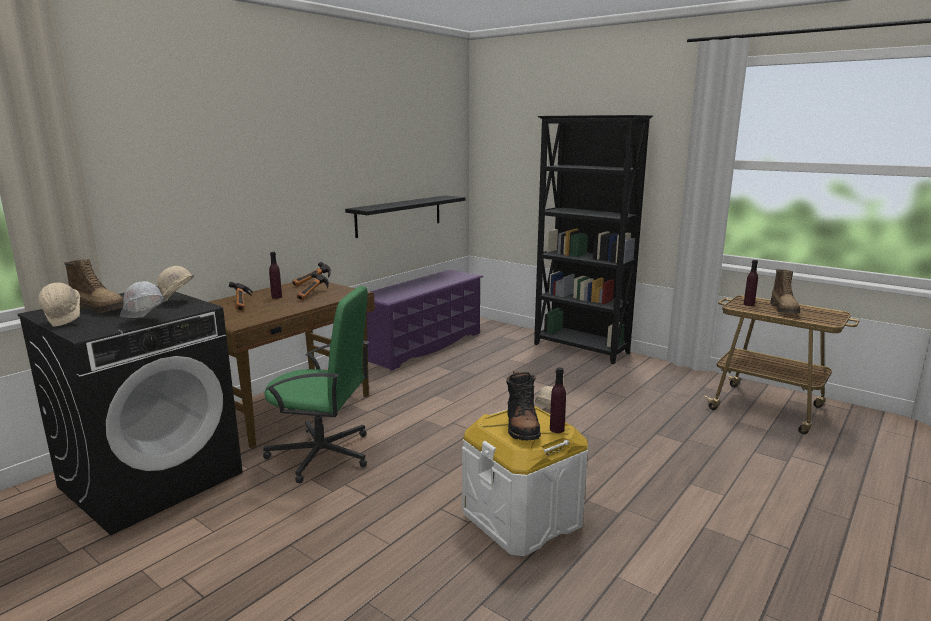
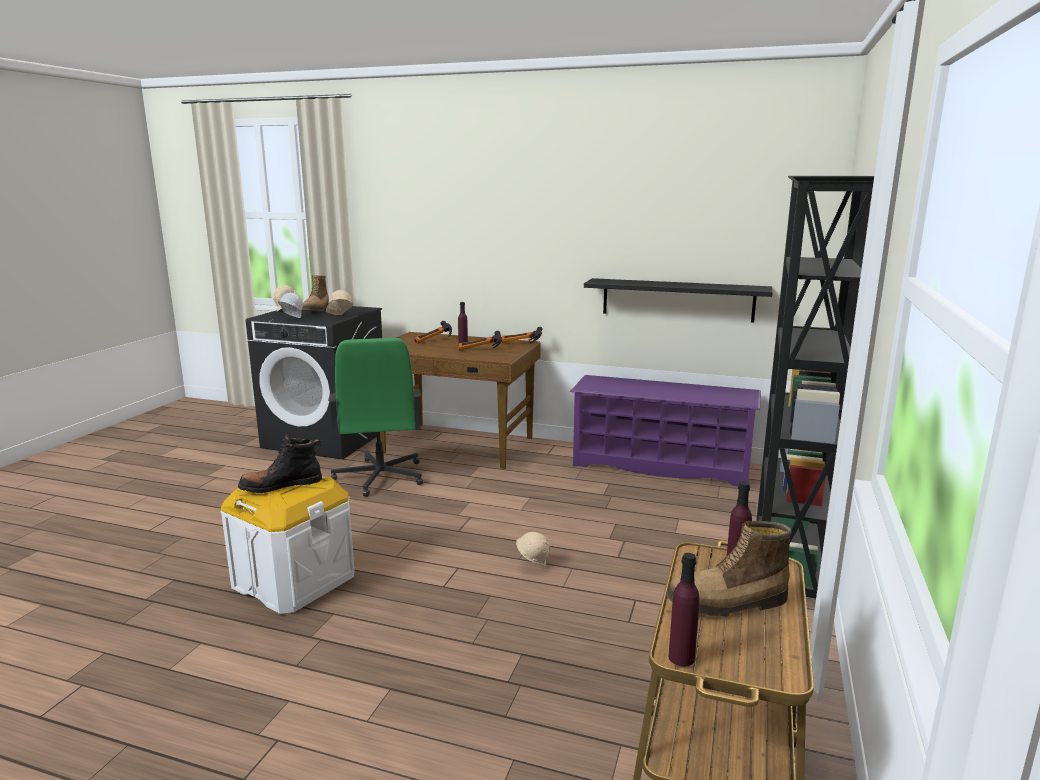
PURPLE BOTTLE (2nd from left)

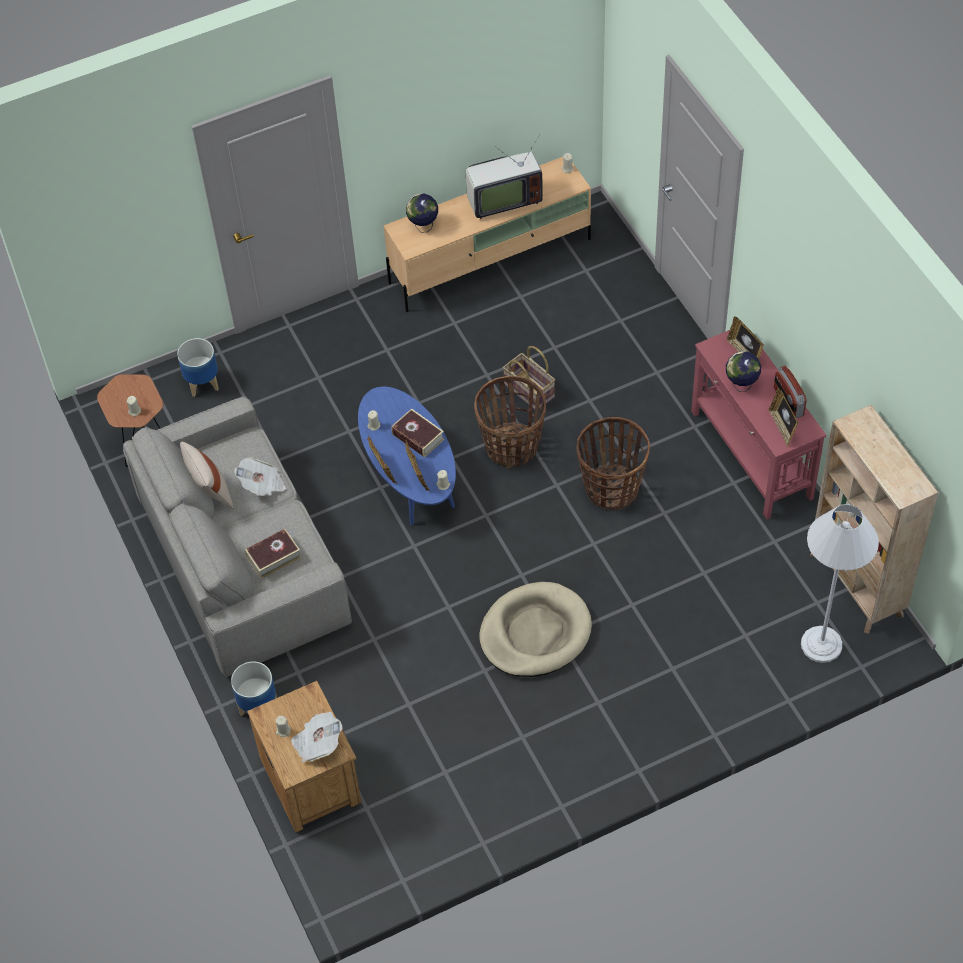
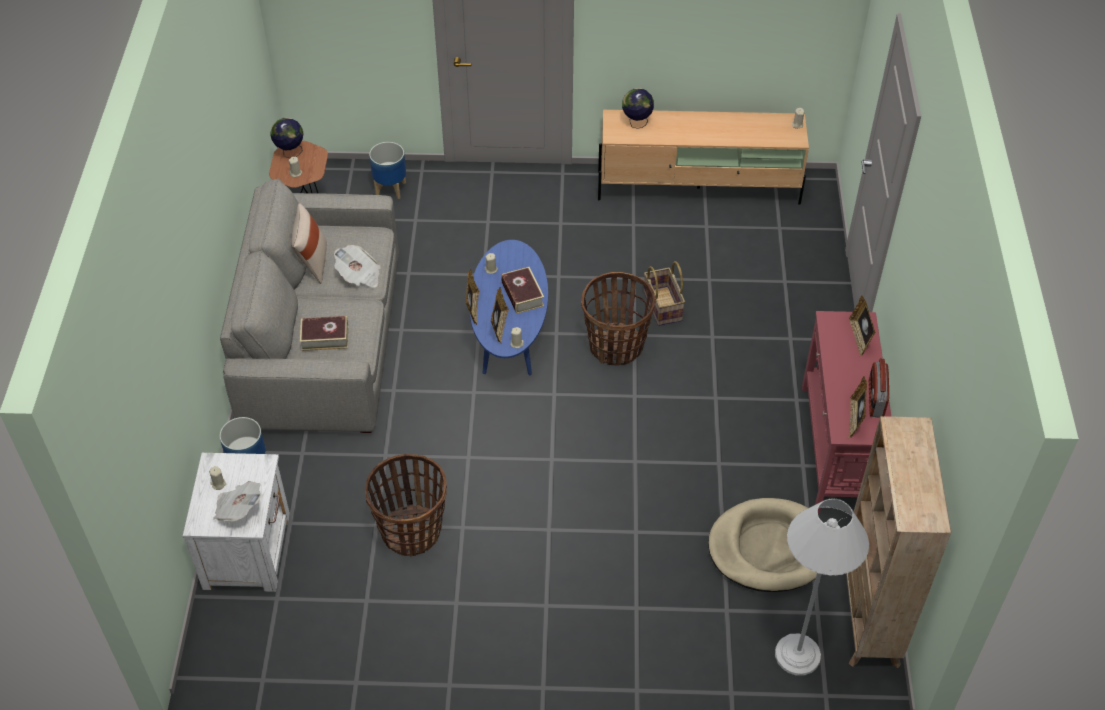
TELEVISION
GLOBE (1st from left)
BASKET (1st from left)
BEIGE DOG BED
WHITE NIGHTSTAND

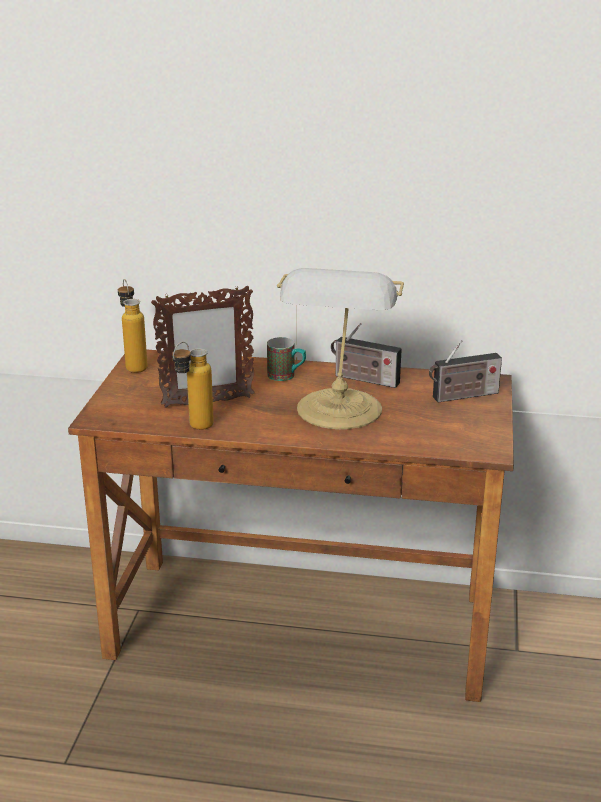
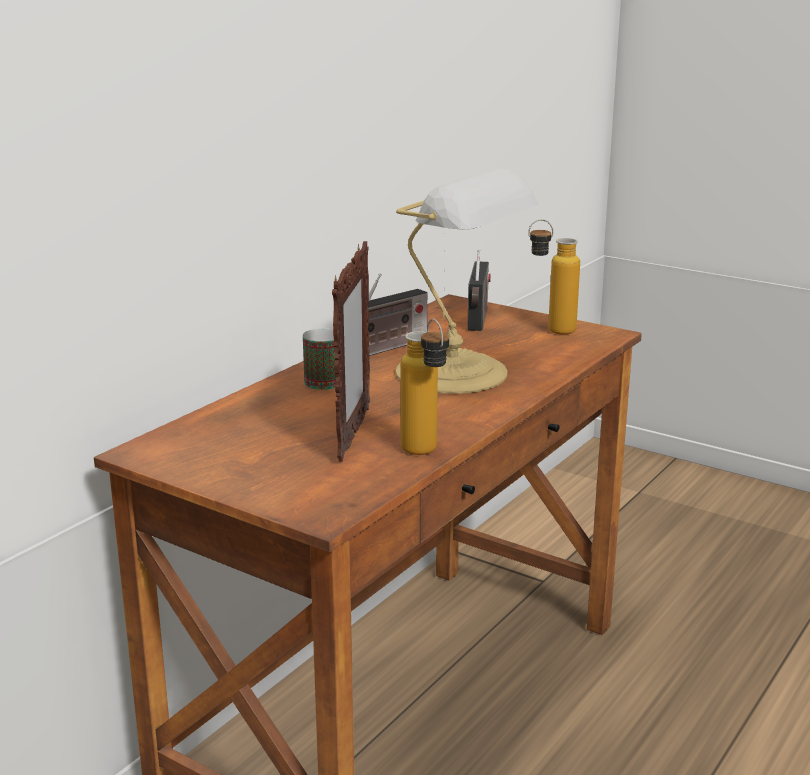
BOTTLE (2nd from left)

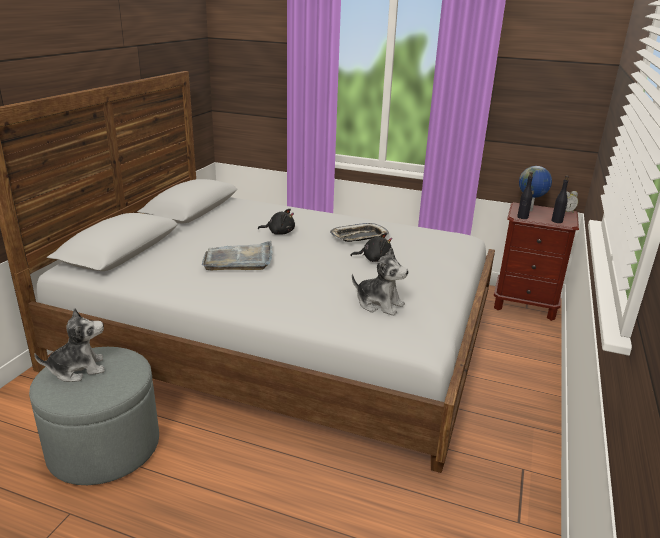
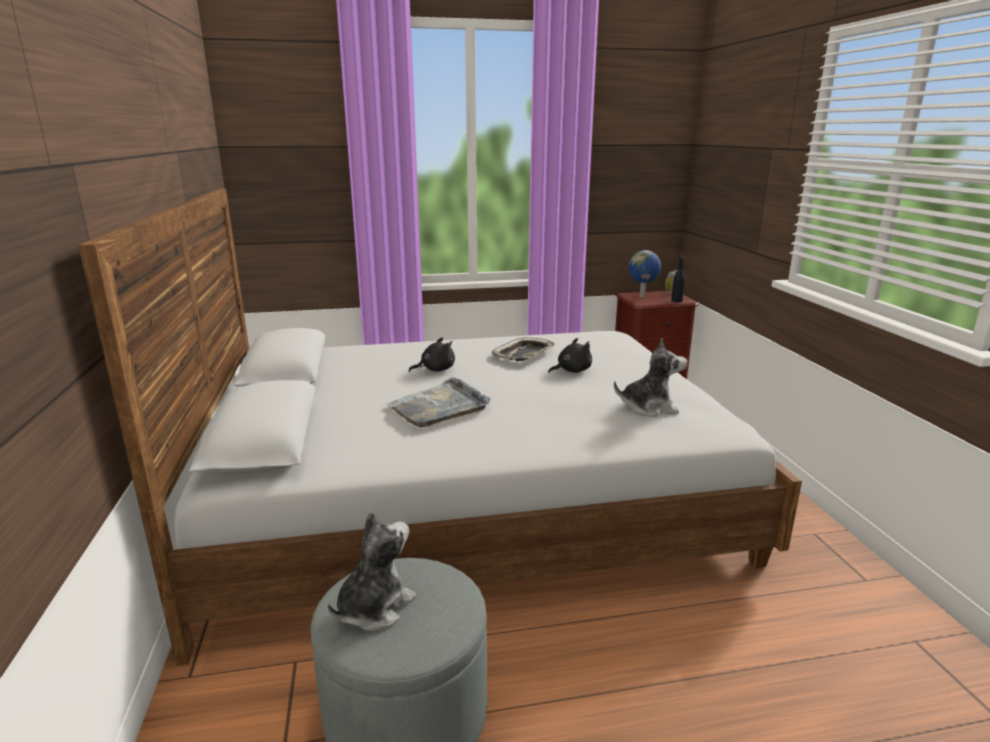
BLACK BOTTLE (1st from left in the first image)

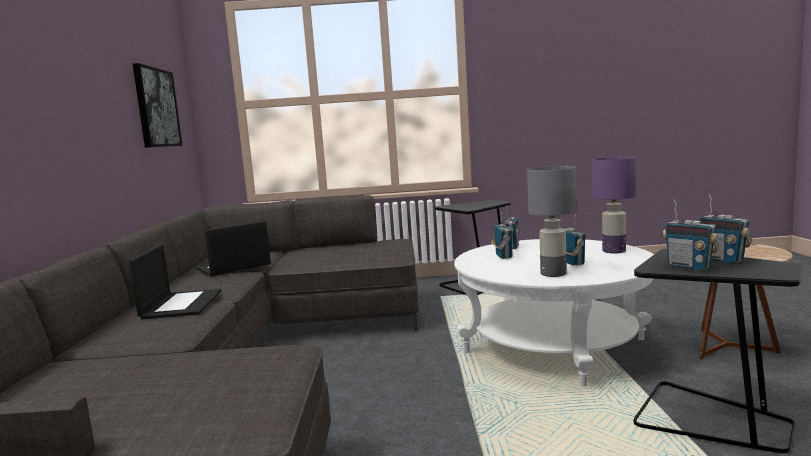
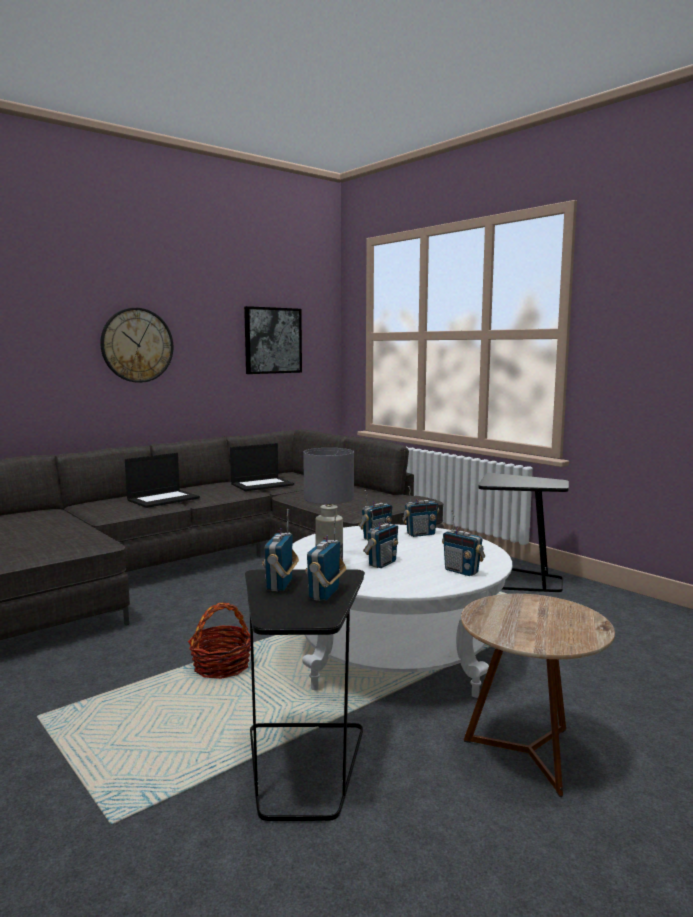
RADIO (6th from left)
LAPTOP (2nd from left)
WALL CLOCK
BASKET

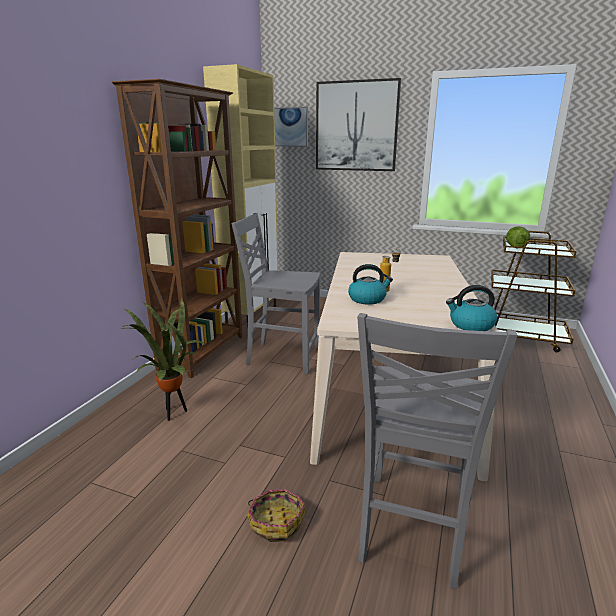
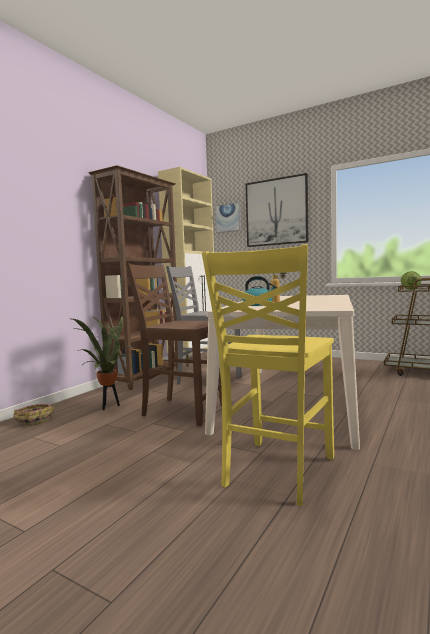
KETTLE (2nd from left in the first image)
YELLOW CHAIR
BASKET
BROWN CHAIR

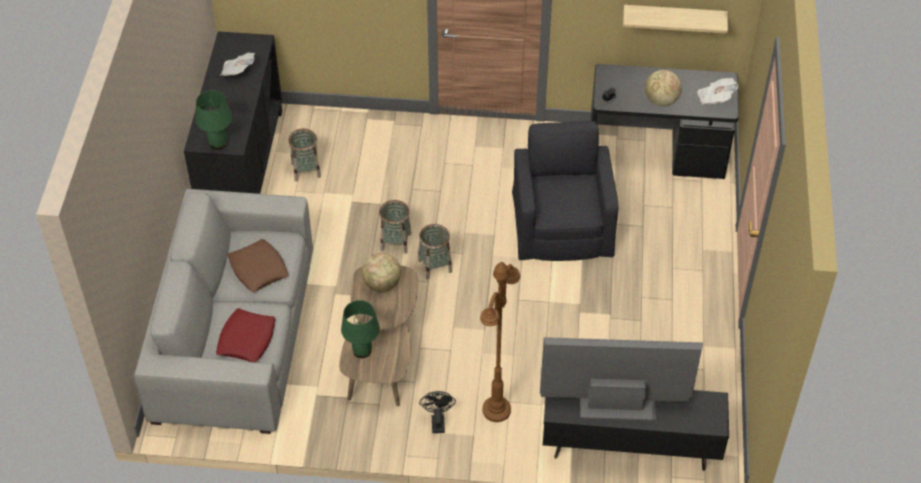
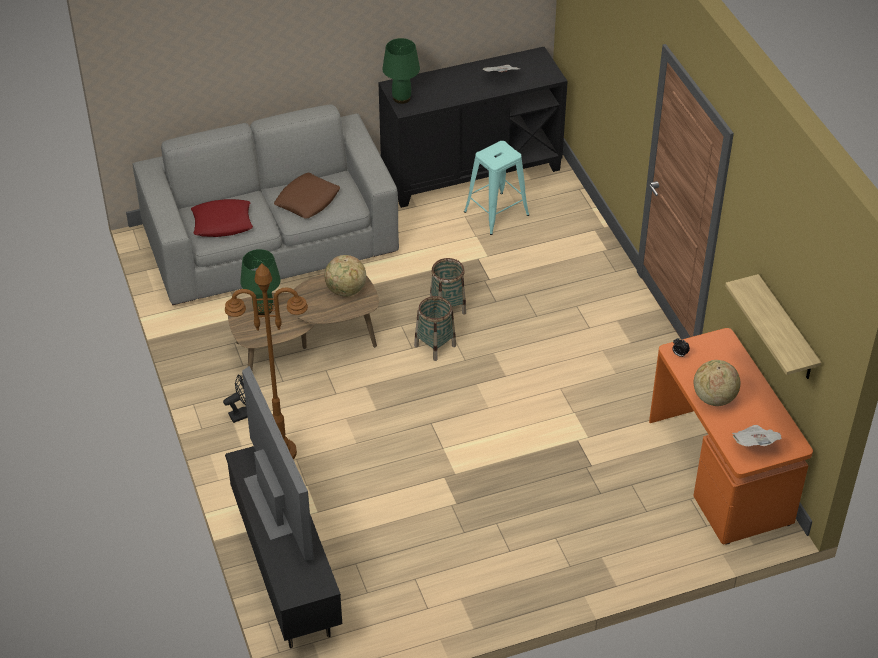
ORANGE DESK
BLACK ARMCHAIR
TURQUOISE STOOL

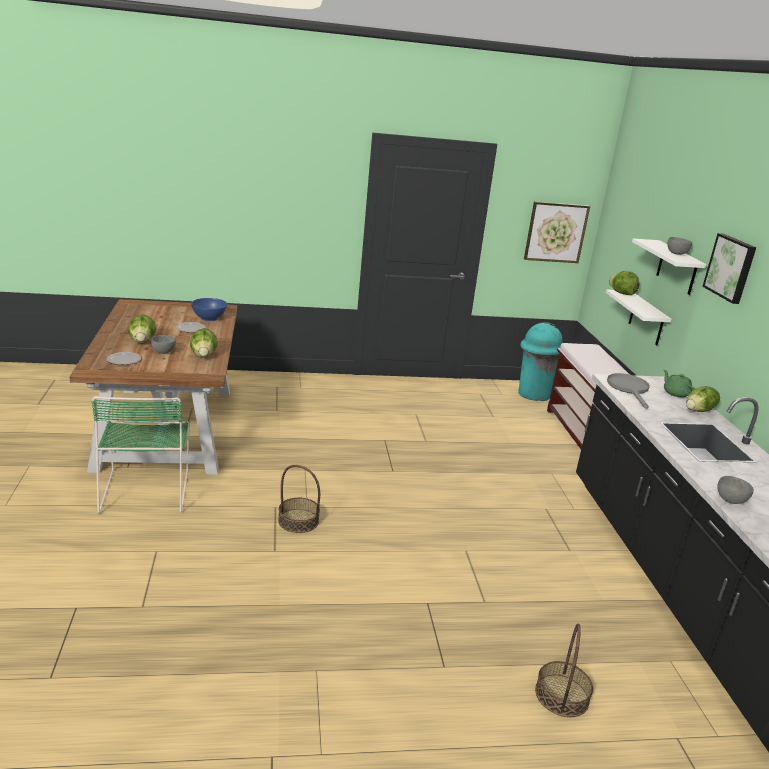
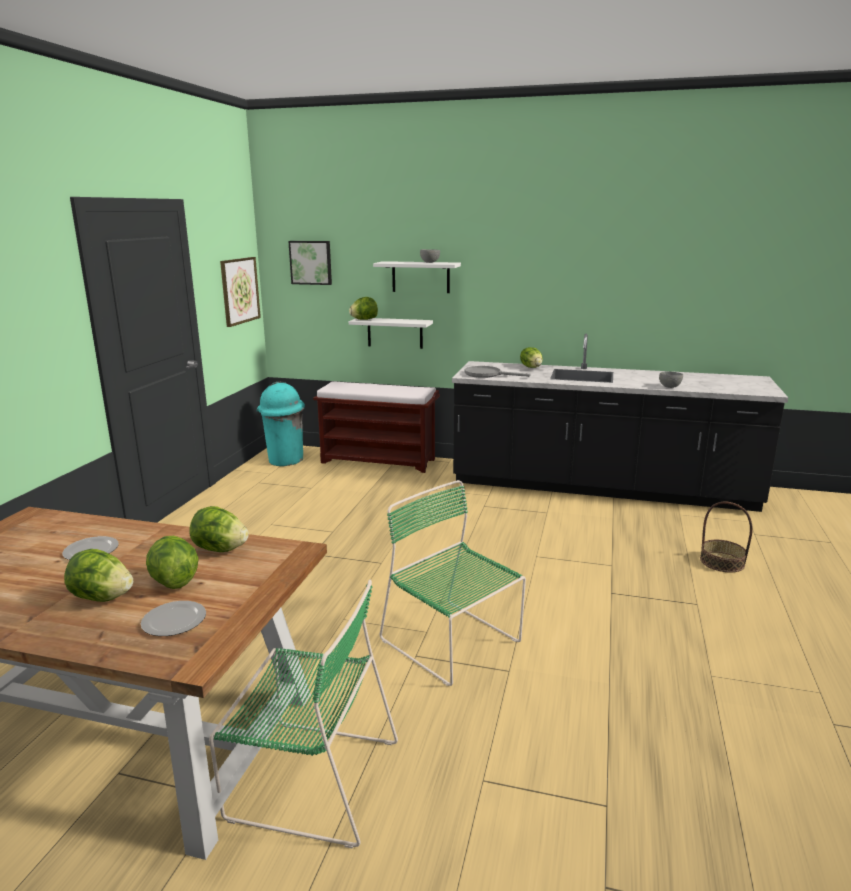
PICTURE (2nd from left)
BLUE BOWL
LETTUCE (2nd from left)
GREEN TEAPOT
GREEN CHAIR (2nd from left)

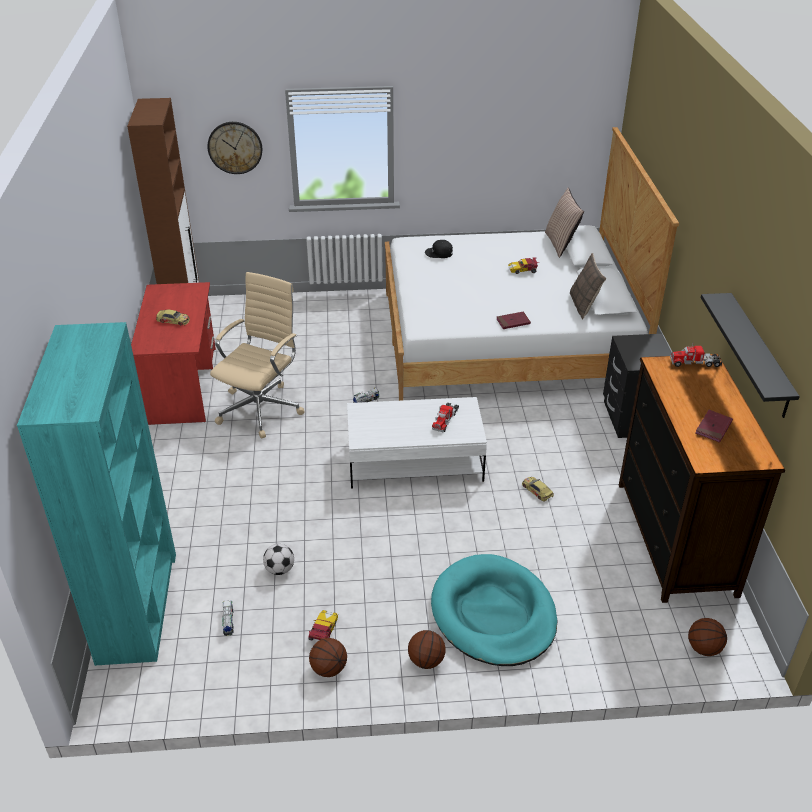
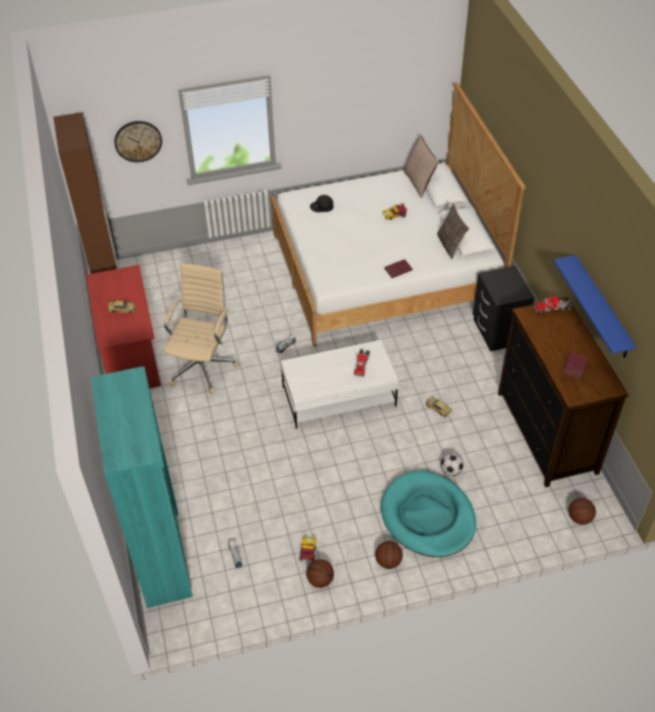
BLUE SHELF
FOOTBALL

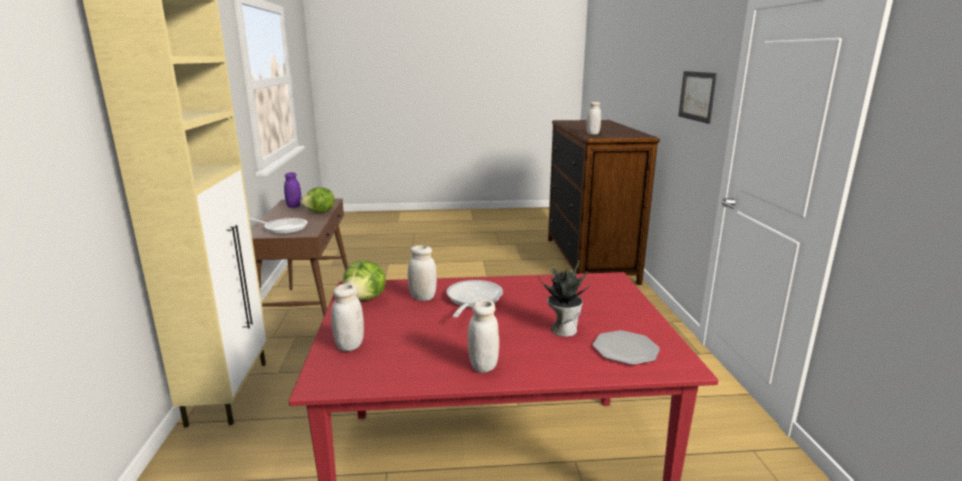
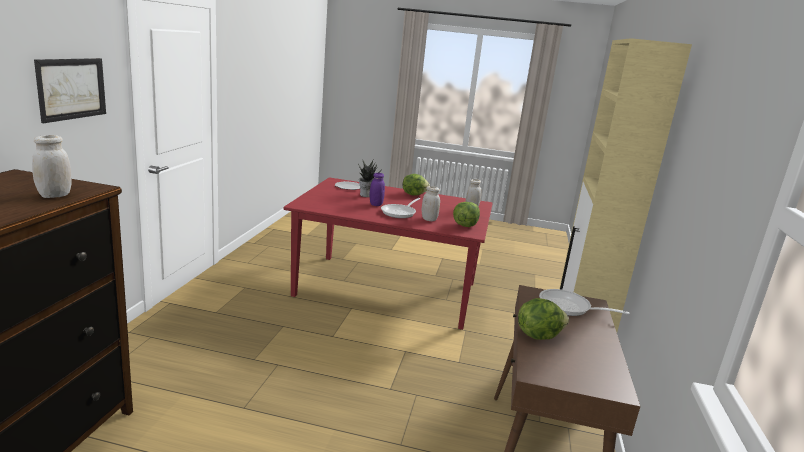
PURPLE JAR
LETTUCE (1st from left)

